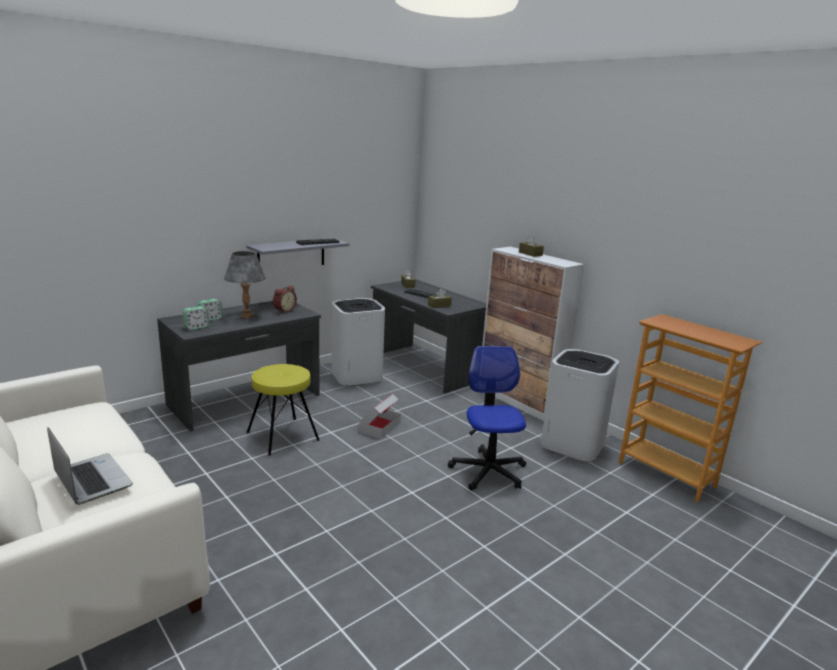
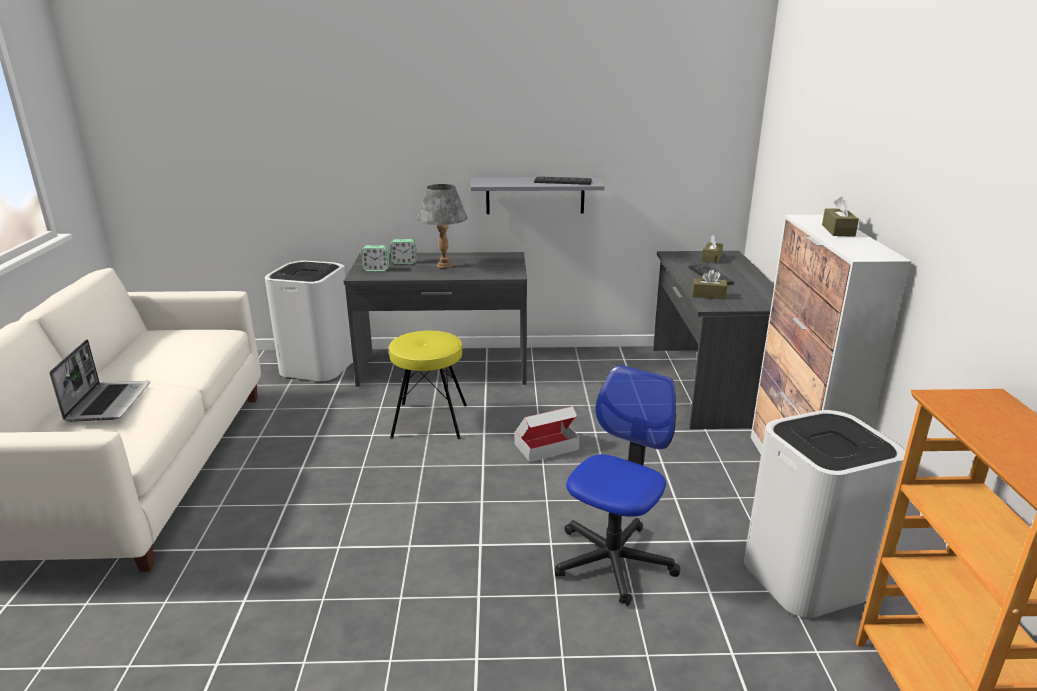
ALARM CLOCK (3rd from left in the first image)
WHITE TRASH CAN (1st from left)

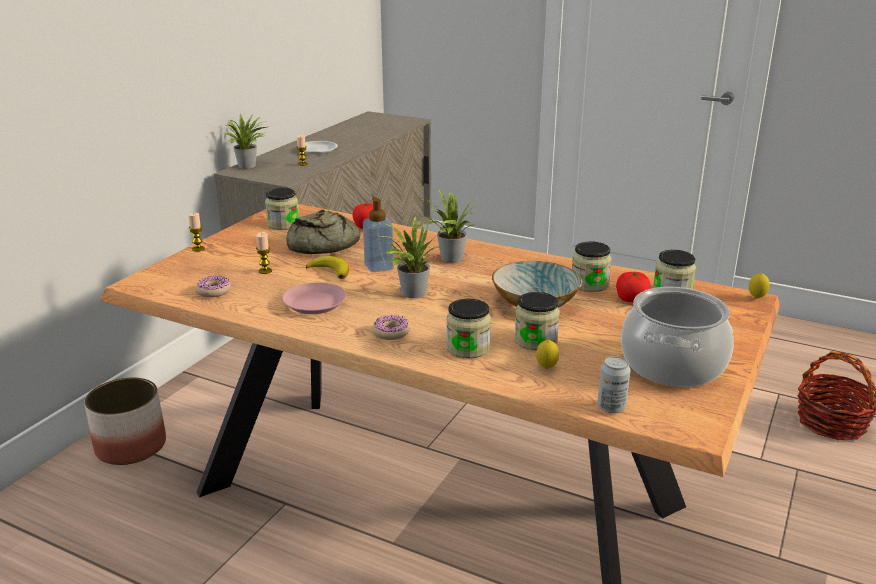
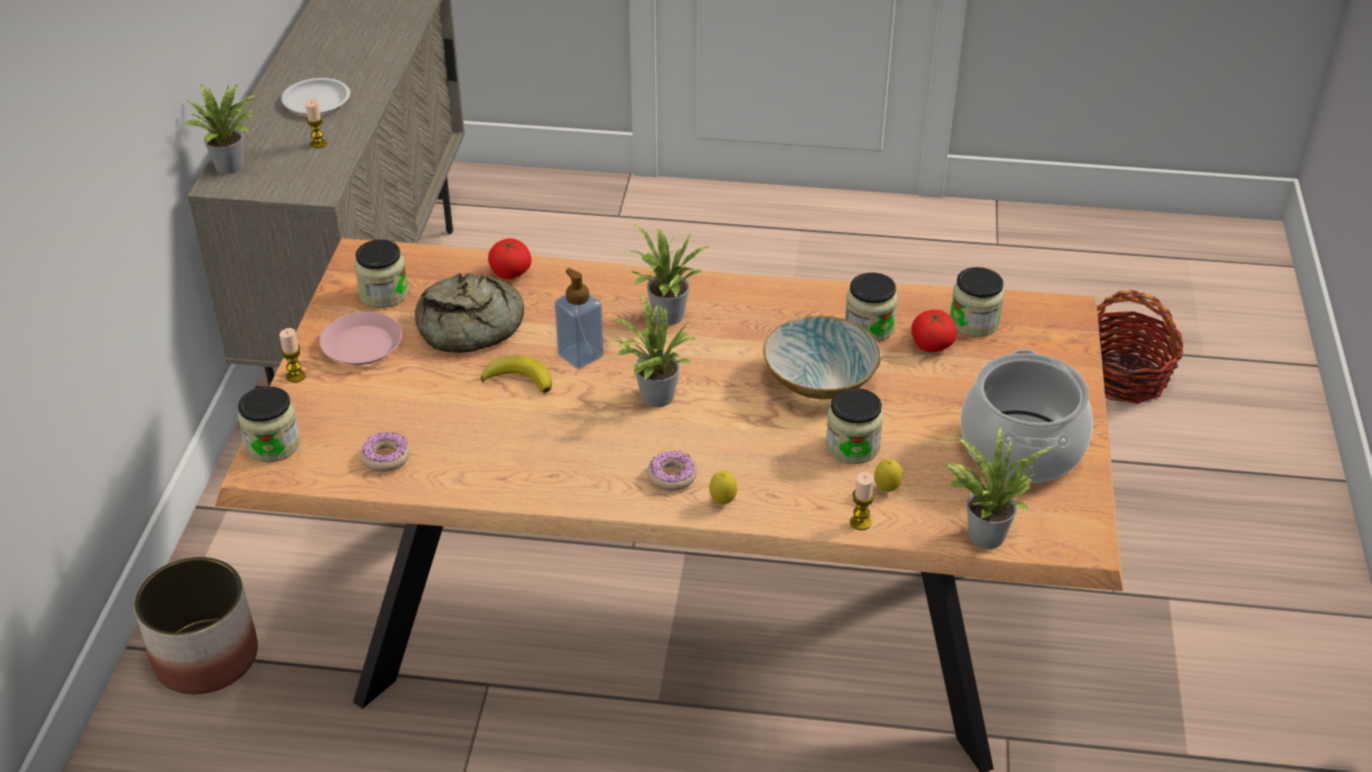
CANDLE (3rd from left)
LEMON (1st from left)
PINK PLATE
JAR (1st from left)
POTTED PLANT (4th from left)

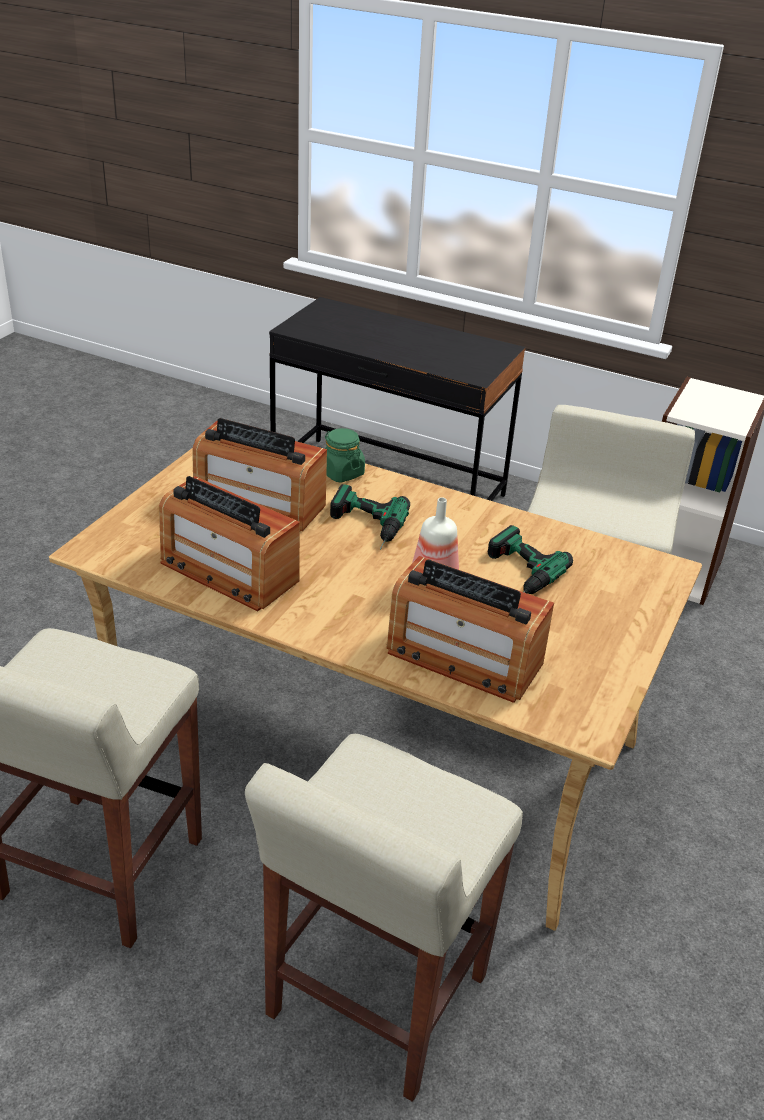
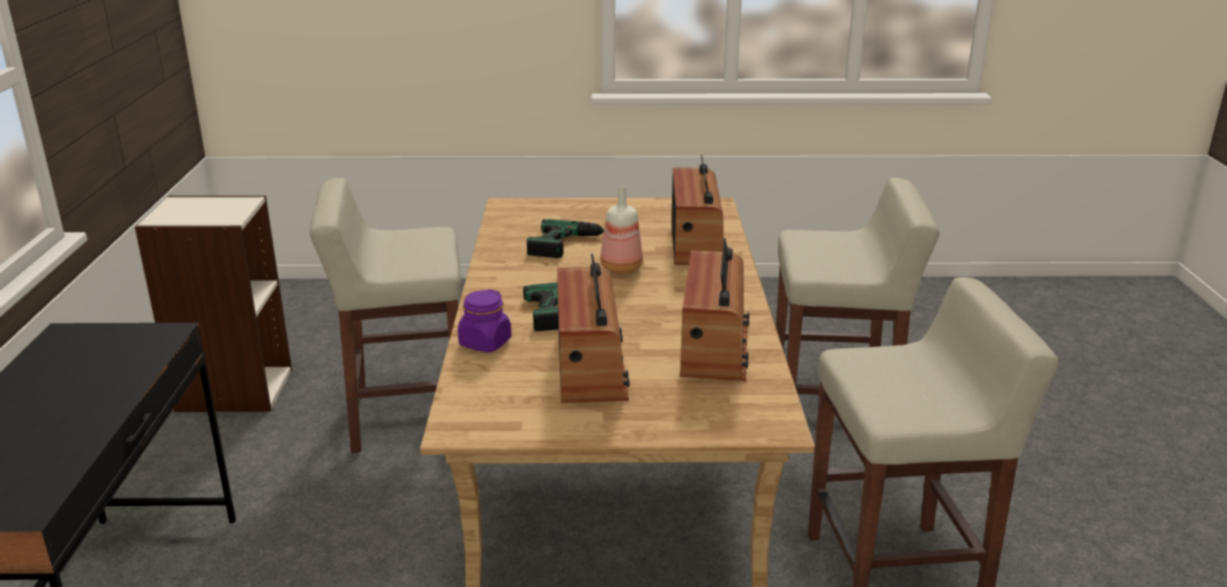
PURPLE JAR

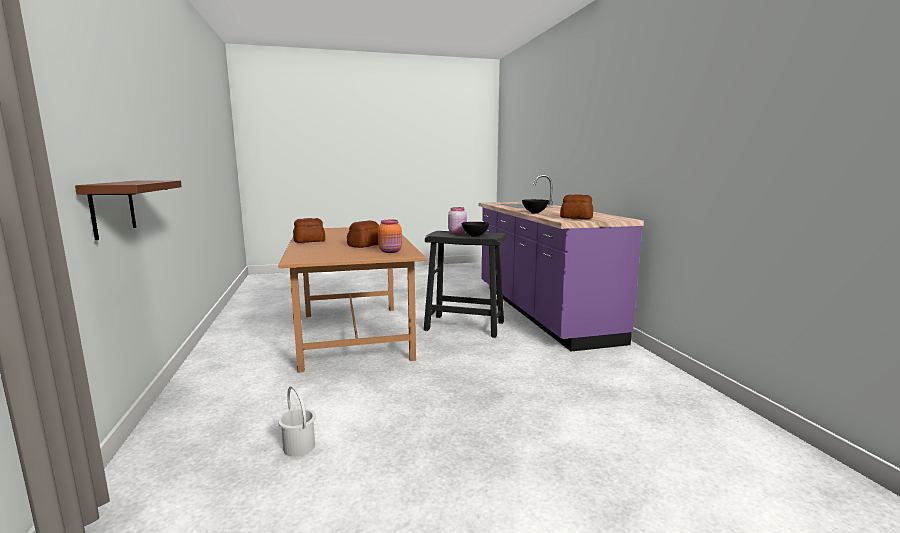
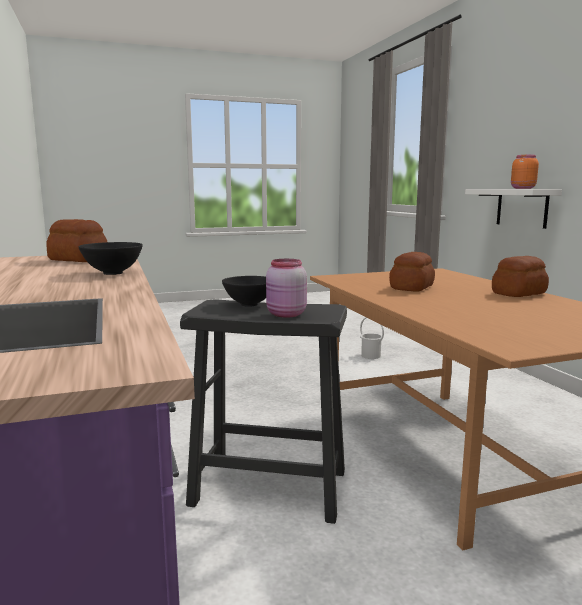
WHITE SHELF
ORANGE JAR

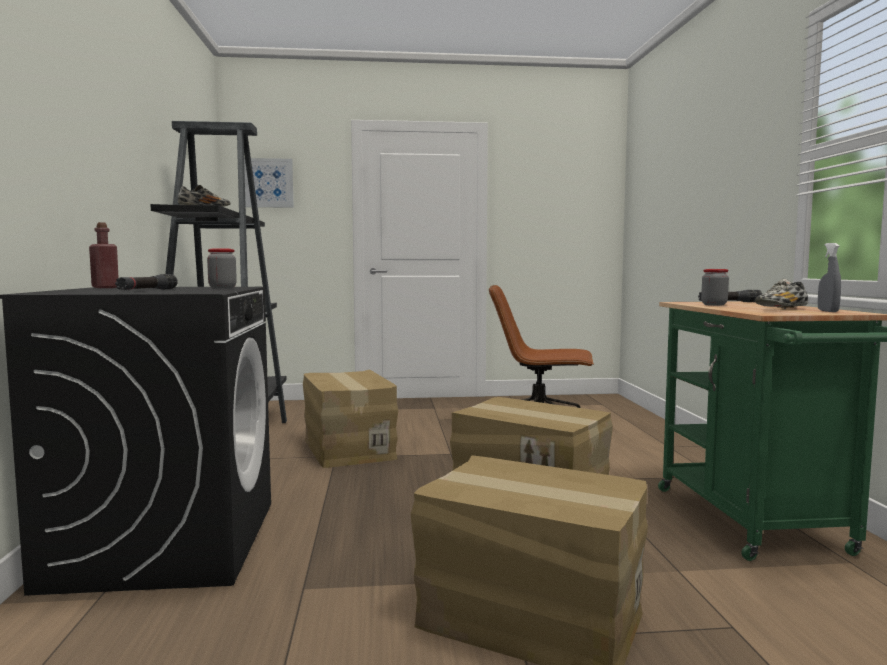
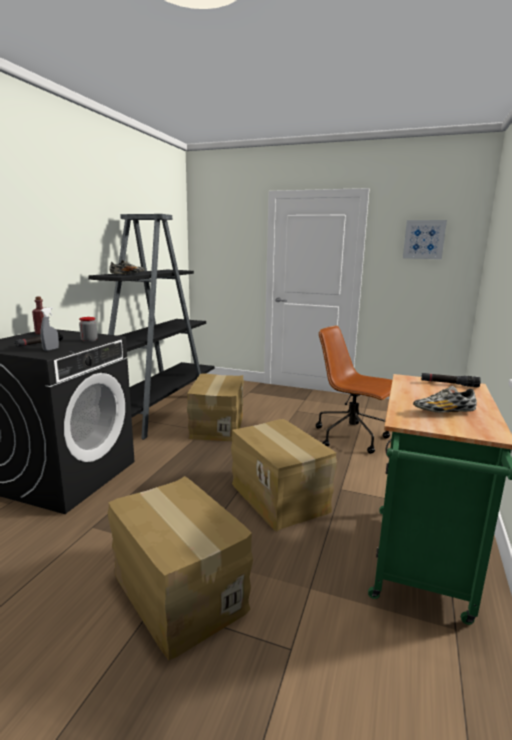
PICTURE
GREY SPRAY BOTTLE
JAR (2nd from left in the first image)

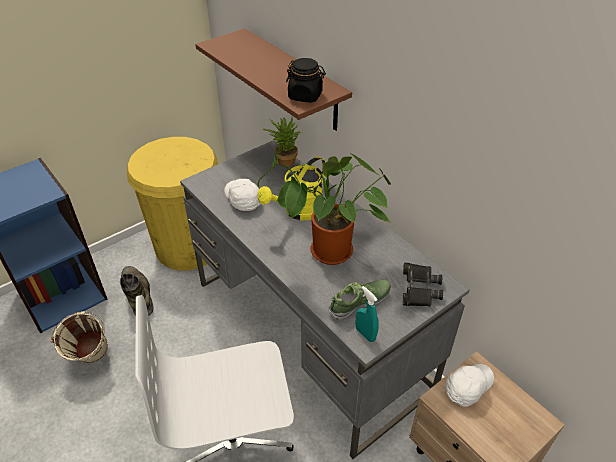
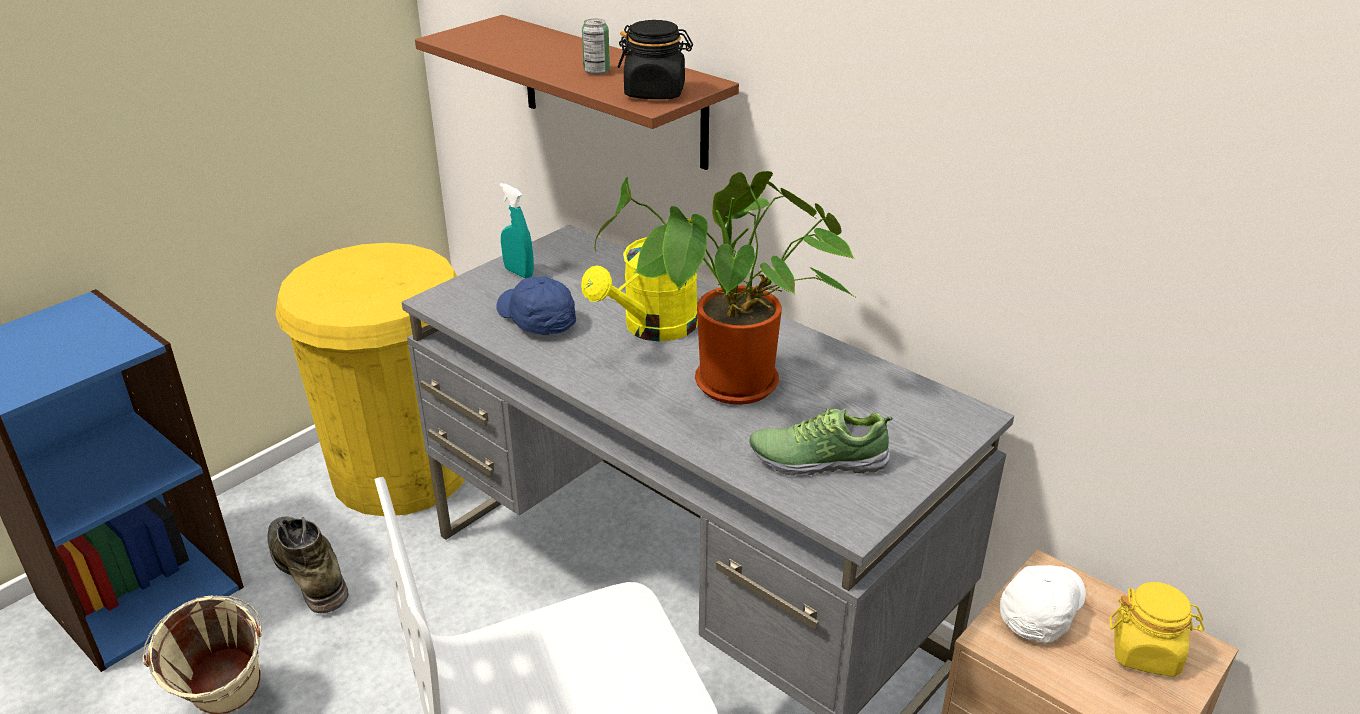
POTTED PLANT (1st from left in the first image)
BLUE CAP
BLACK BINOCULARS
SHOE
TURQUOISE SPRAY BOTTLE
CAN
YELLOW JAR

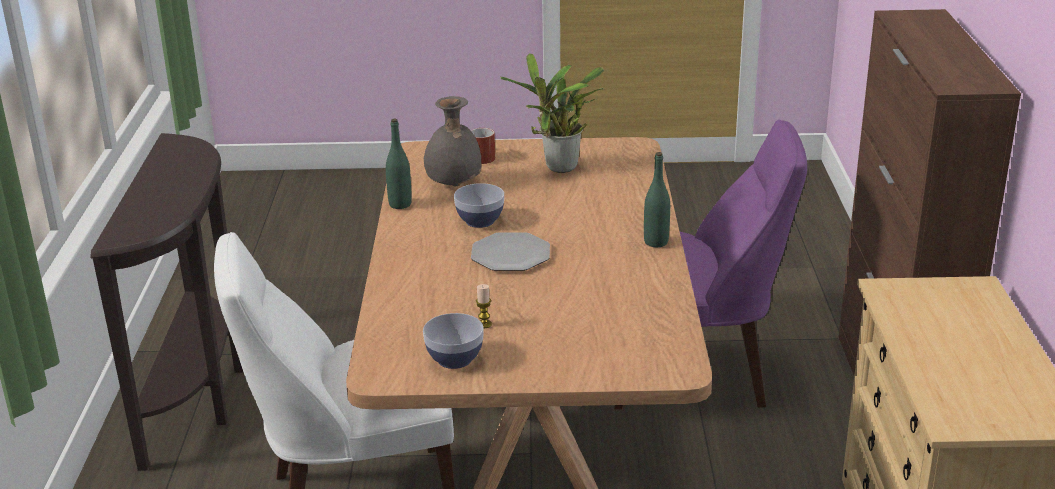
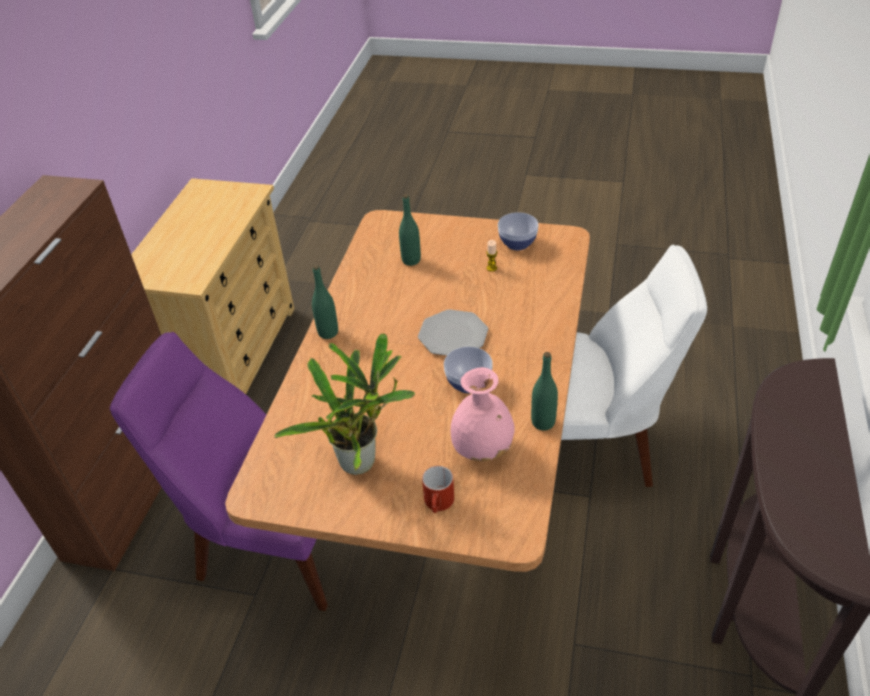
PINK VASE
GREEN BOTTLE (2nd from left)

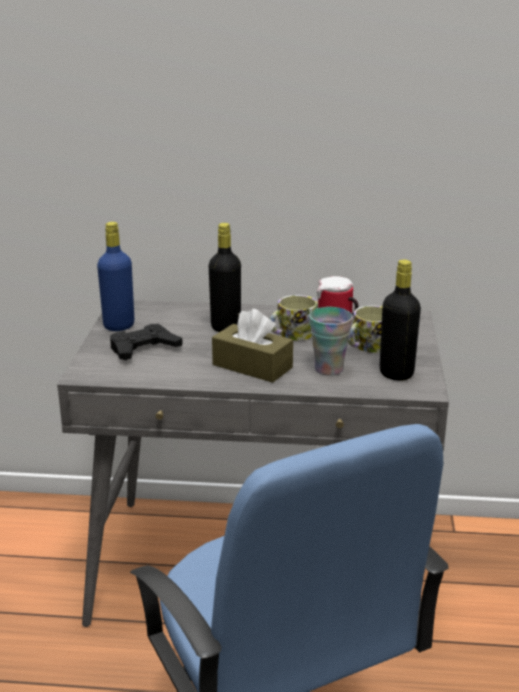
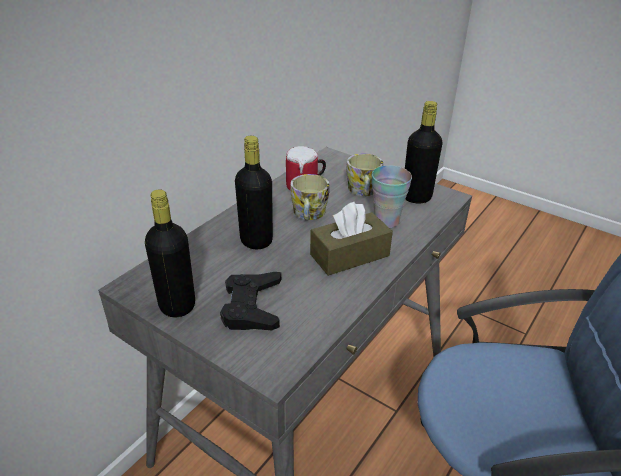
BLACK BOTTLE (1st from left)

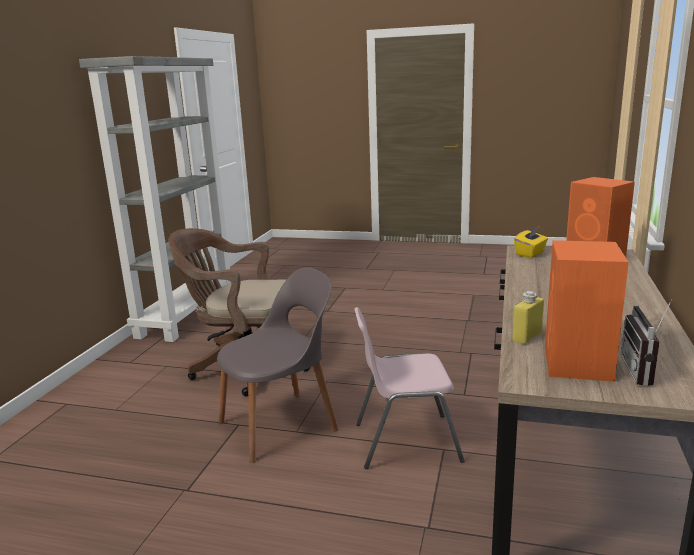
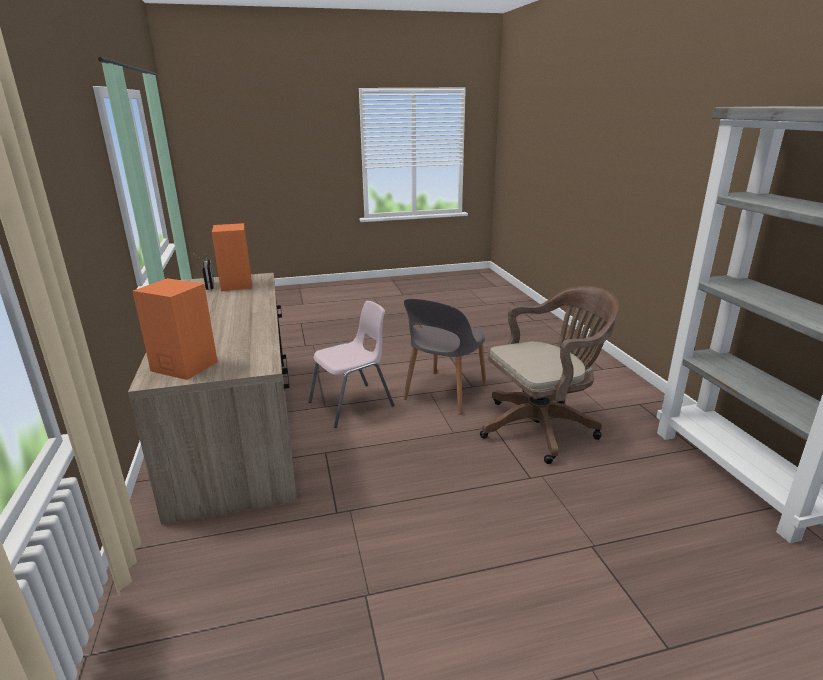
YELLOW TISSUE BOX
YELLOW BOTTLE

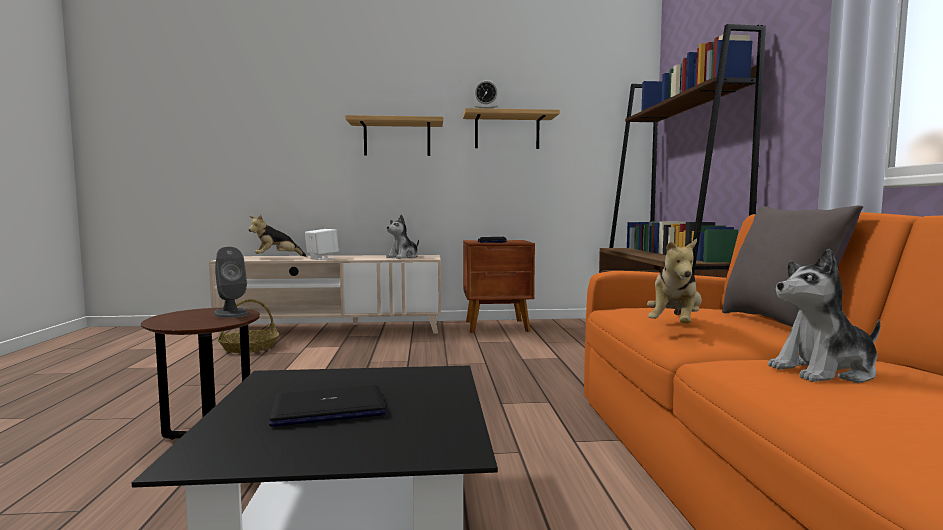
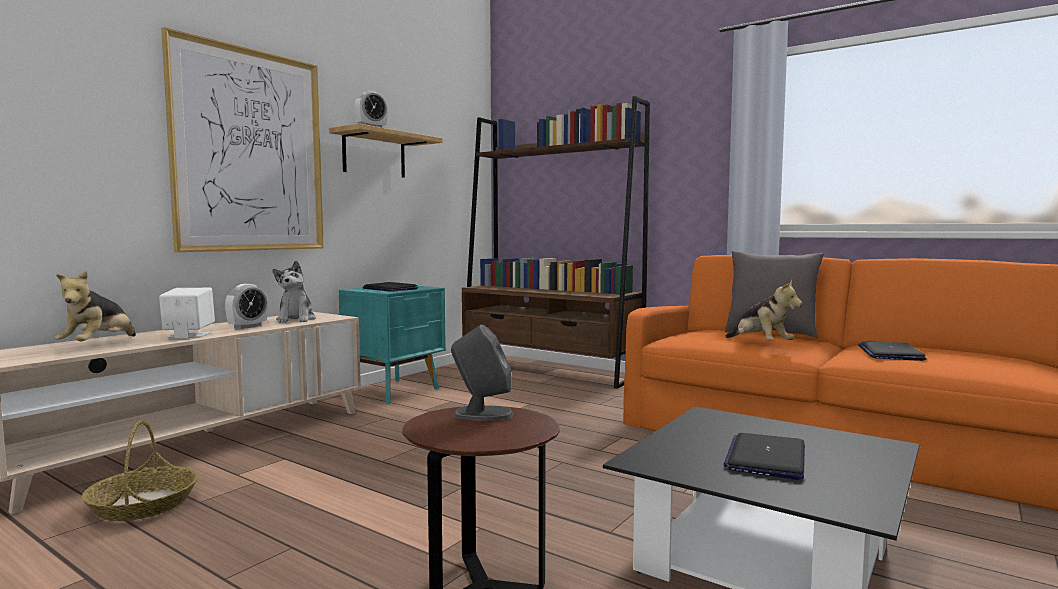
PICTURE
TURQUOISE NIGHTSTAND
LAPTOP (3rd from left)
ALARM CLOCK (1st from left)

